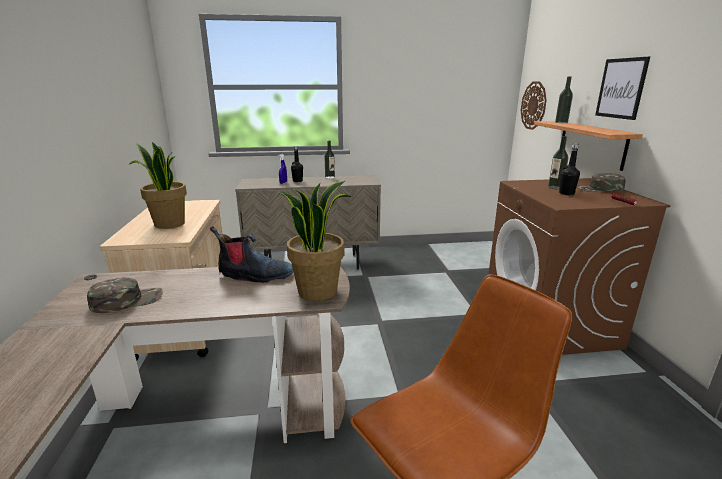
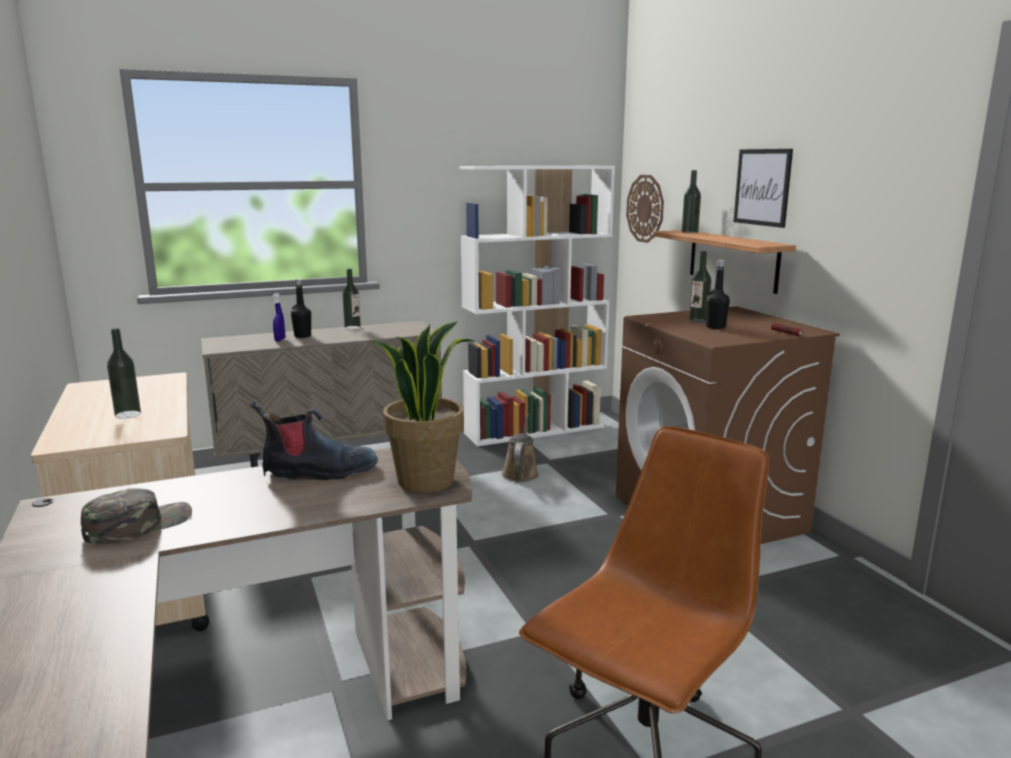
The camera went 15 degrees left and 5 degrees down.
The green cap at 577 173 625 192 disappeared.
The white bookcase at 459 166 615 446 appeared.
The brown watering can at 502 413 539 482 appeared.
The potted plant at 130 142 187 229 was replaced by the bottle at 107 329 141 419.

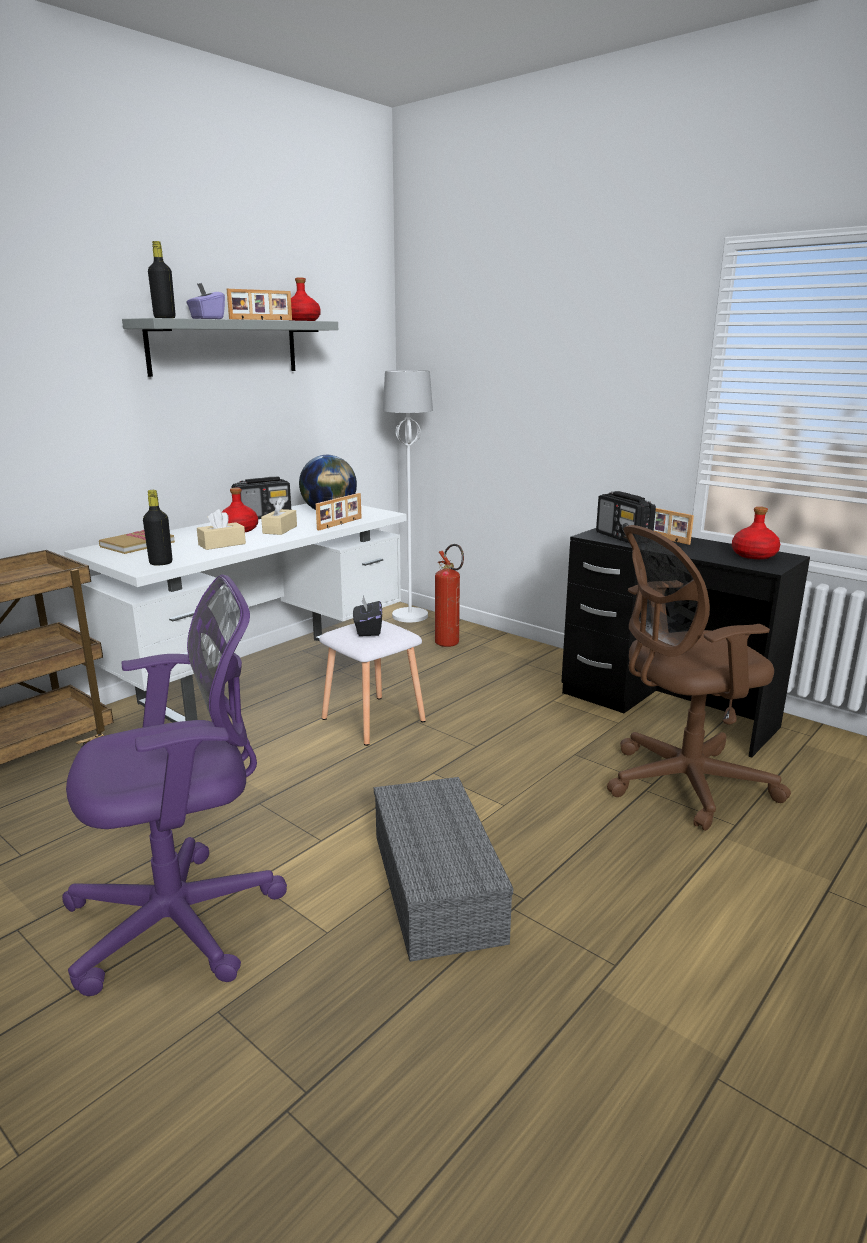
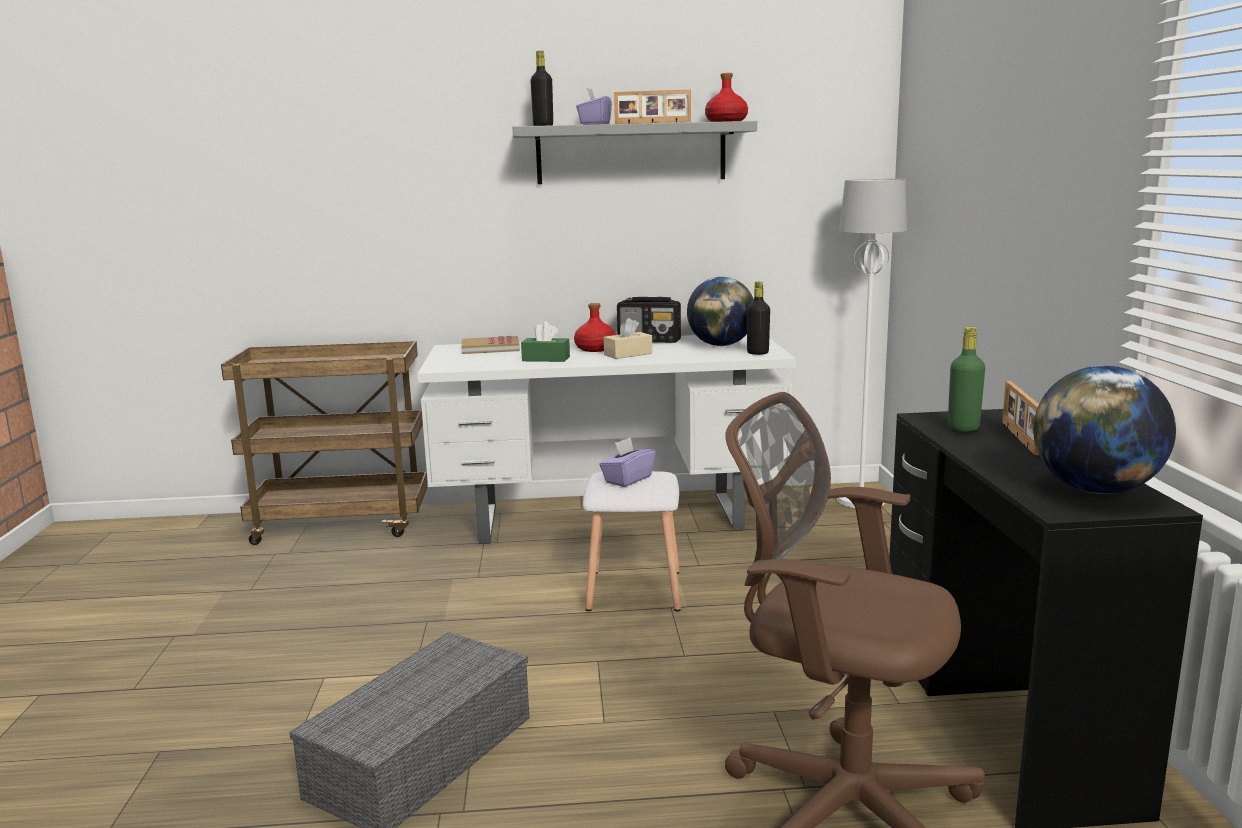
The camera went 45 degrees right and 5 degrees down.
The purple office chair at 62 575 287 996 disappeared.
The picture frame at 316 493 361 530 disappeared.
The fire extinguisher at 435 544 464 647 disappeared.
The black bottle moved from 143 490 172 566 to 747 281 770 355.
The radio at 596 491 656 544 was replaced by the green bottle at 948 327 985 431.
The red bottle at 732 507 780 559 was replaced by the globe at 1033 366 1176 494.
The beige tissue box at 197 509 246 550 became the green tissue box at 521 322 570 362.
The black tissue box at 353 595 382 636 became the purple tissue box at 599 437 656 487.

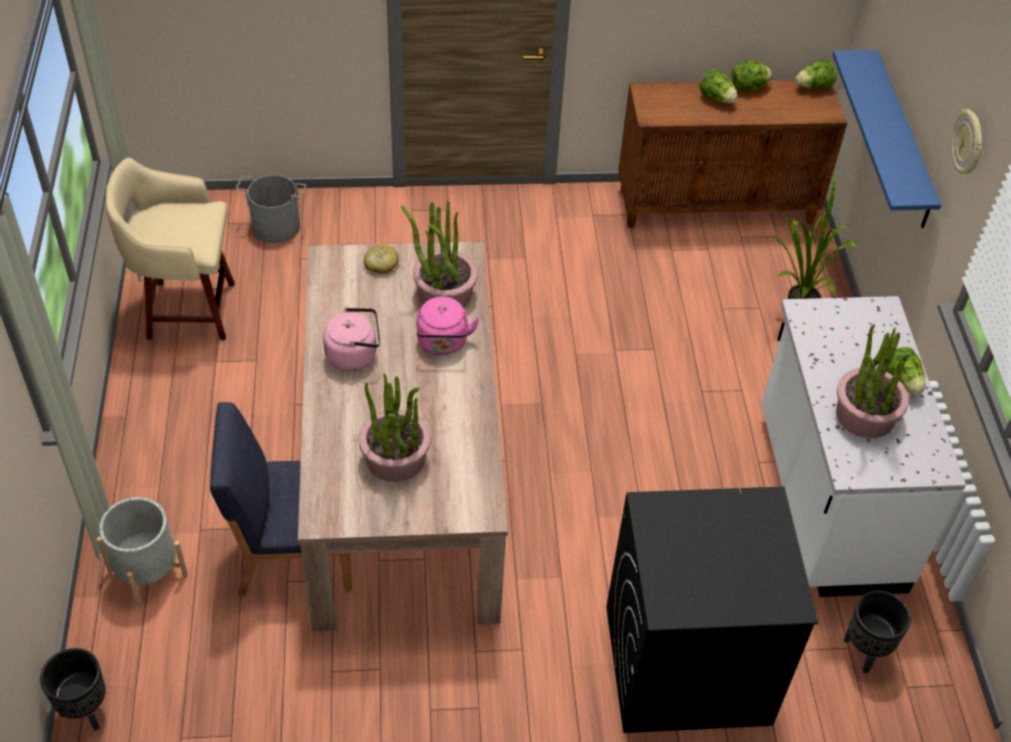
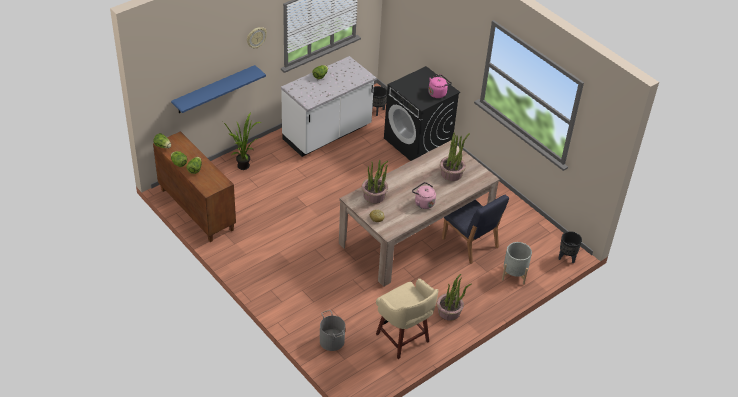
The camera went 125 degrees left and 5 degrees down.
The pink kettle moved from 417 297 480 355 to 428 74 452 98.
The potted plant moved from 836 324 911 439 to 437 274 472 321.

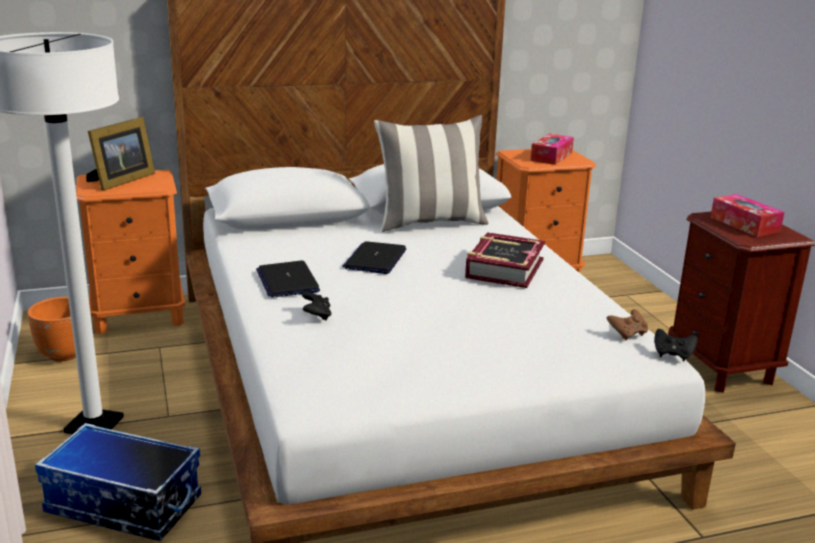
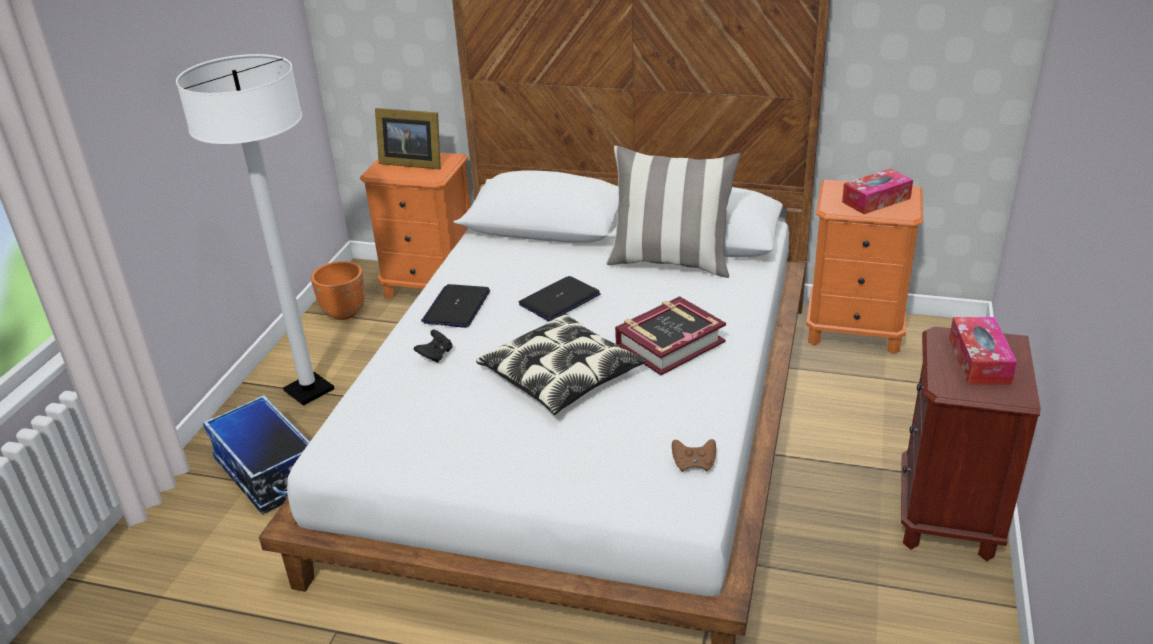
The camera went 35 degrees right and 10 degrees up.
The black game controller at 654 329 698 361 disappeared.
The pillow at 476 314 645 415 appeared.
The picture frame at 86 117 155 191 turned 45 degrees clockwise.

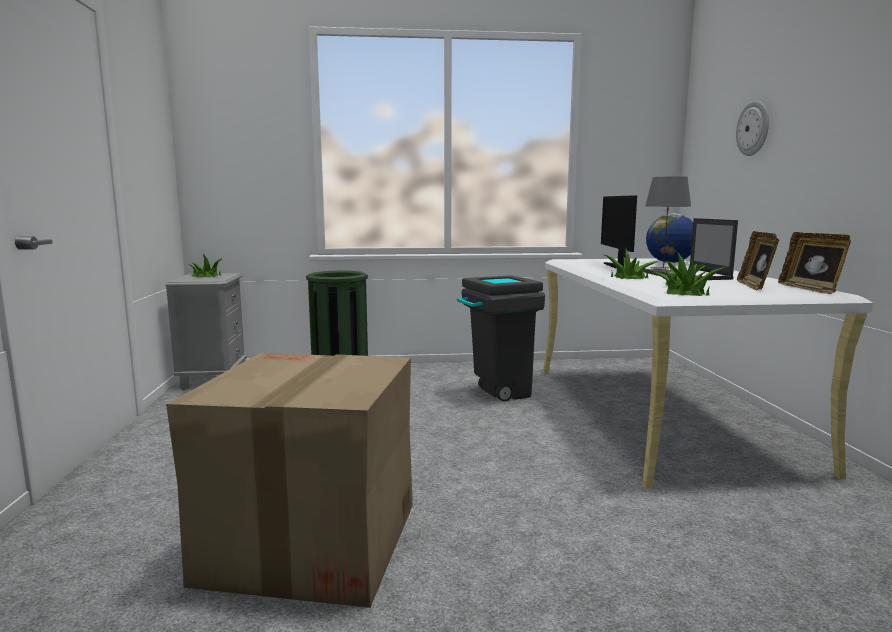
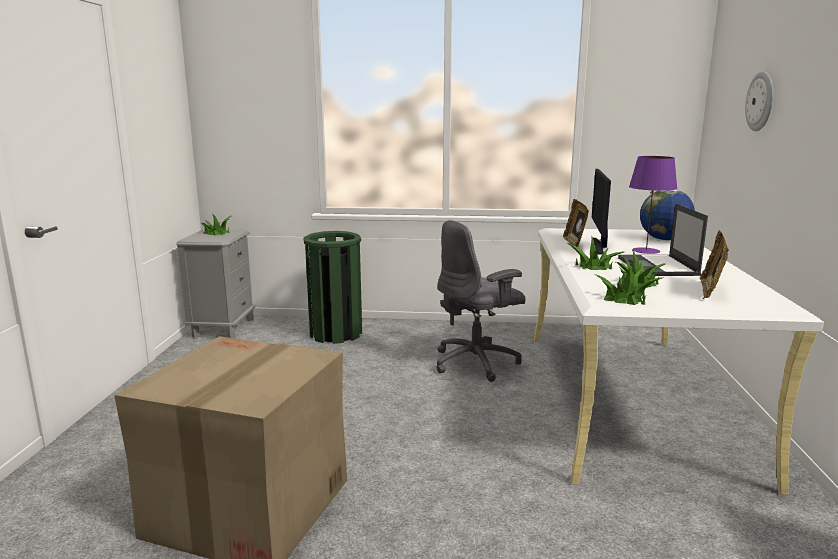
The camera went 10 degrees right and 5 degrees up.
The picture frame moved from 778 232 851 294 to 563 199 589 249.
The grey trash can at 457 275 545 401 was replaced by the grey office chair at 437 220 526 382.
The grey table lamp at 645 176 691 269 became the purple table lamp at 629 156 678 254.

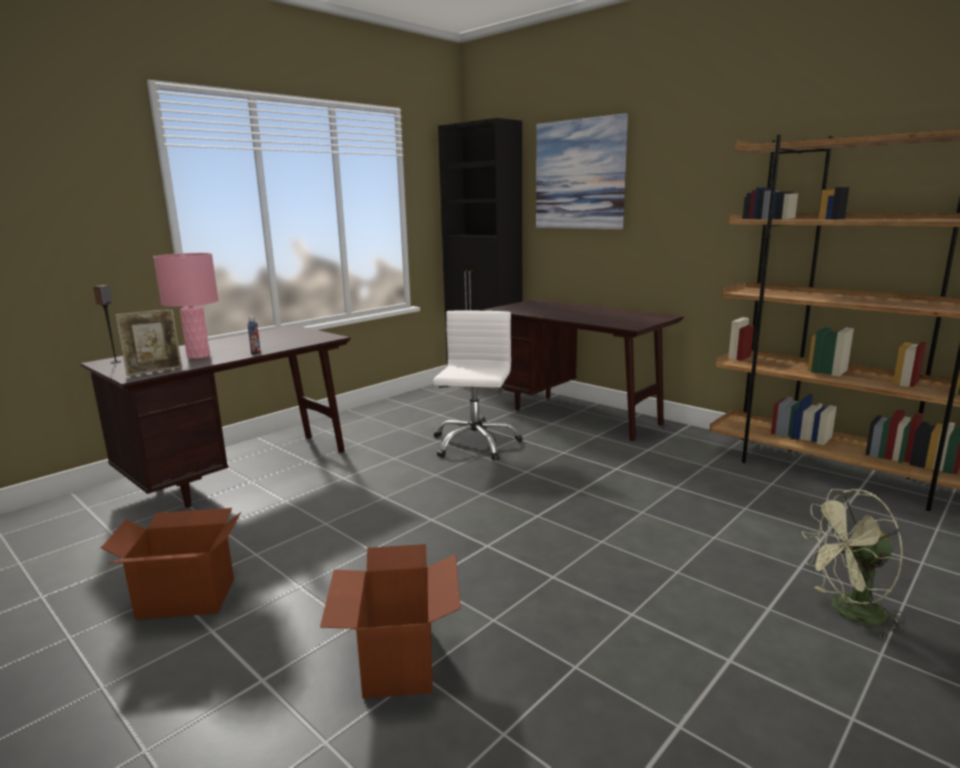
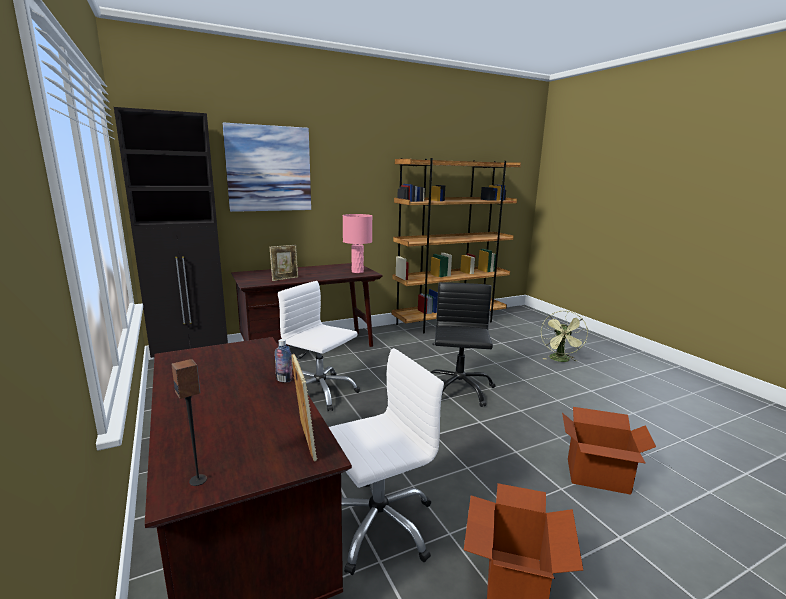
The camera went 70 degrees left and 0 degrees up.
The picture frame at 270 245 298 281 appeared.
The white office chair at 329 348 444 575 appeared.
The black office chair at 431 282 496 407 appeared.
The pink table lamp moved from 153 253 218 359 to 343 214 372 273.

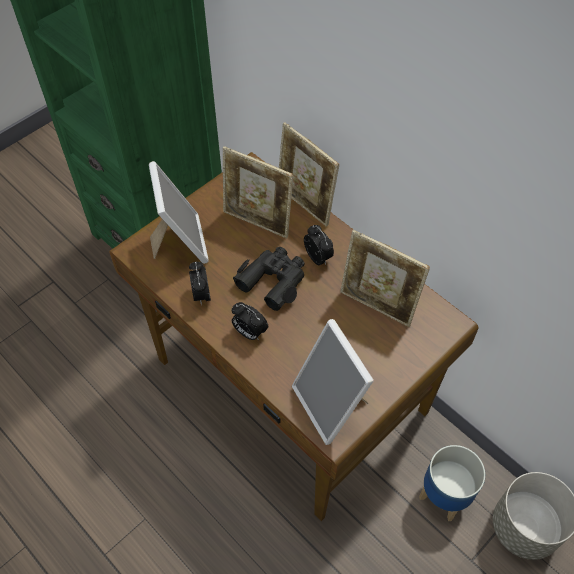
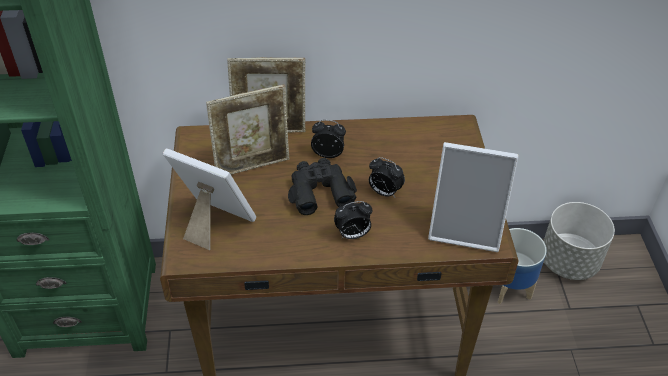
The camera went 50 degrees left and 10 degrees down.
The picture frame at 340 230 430 327 disappeared.
The alarm clock moved from 189 262 211 305 to 369 157 405 197.

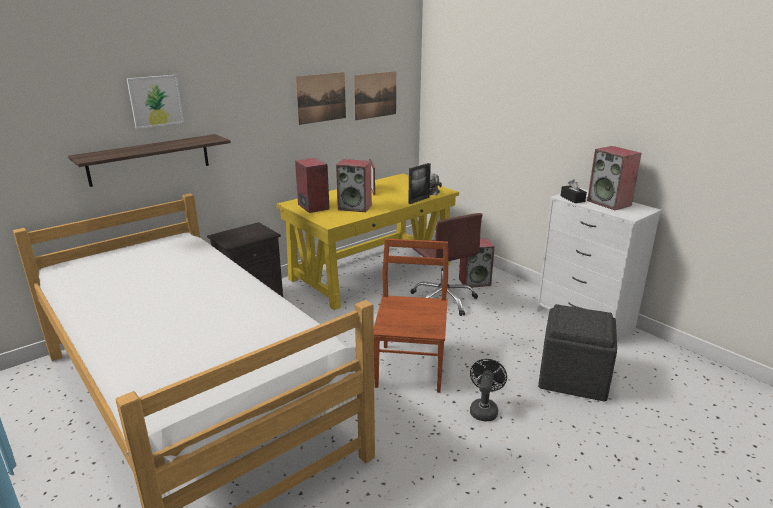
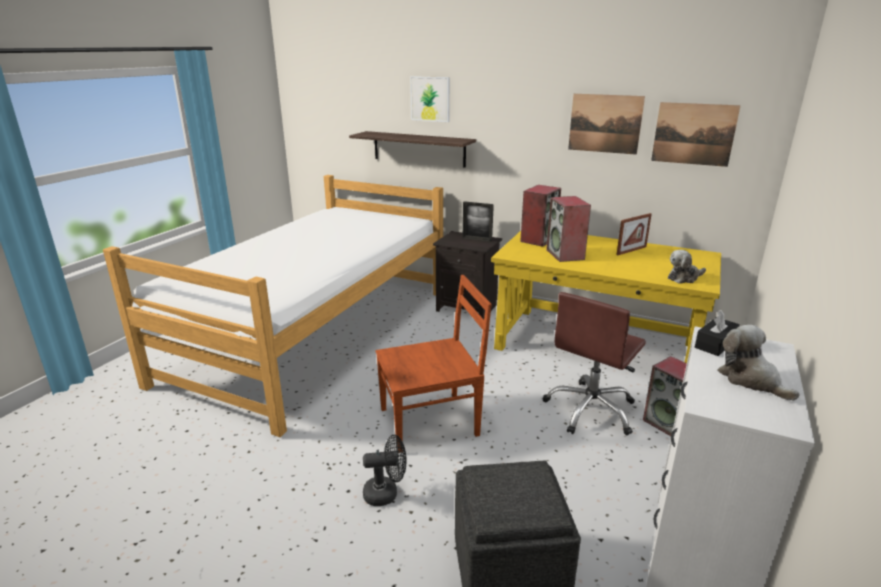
The camera went 65 degrees right and 0 degrees up.
The picture frame moved from 408 163 431 204 to 463 201 494 242.
The speaker at 587 146 642 210 was replaced by the plush toy at 717 325 800 401.

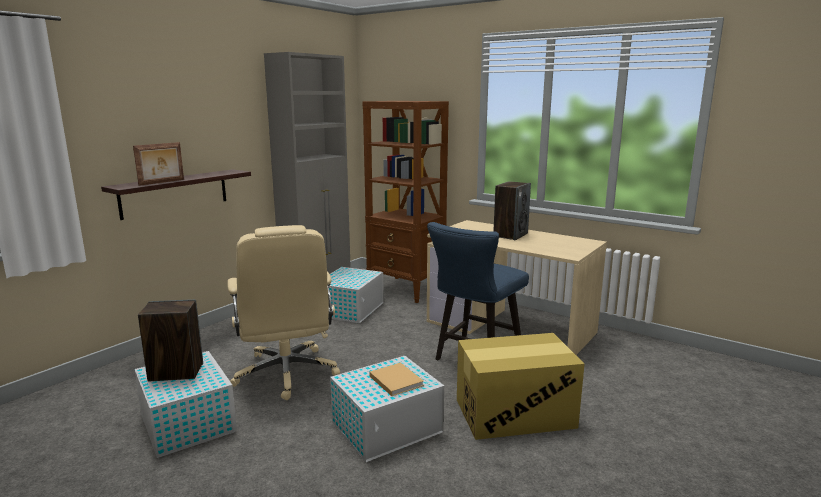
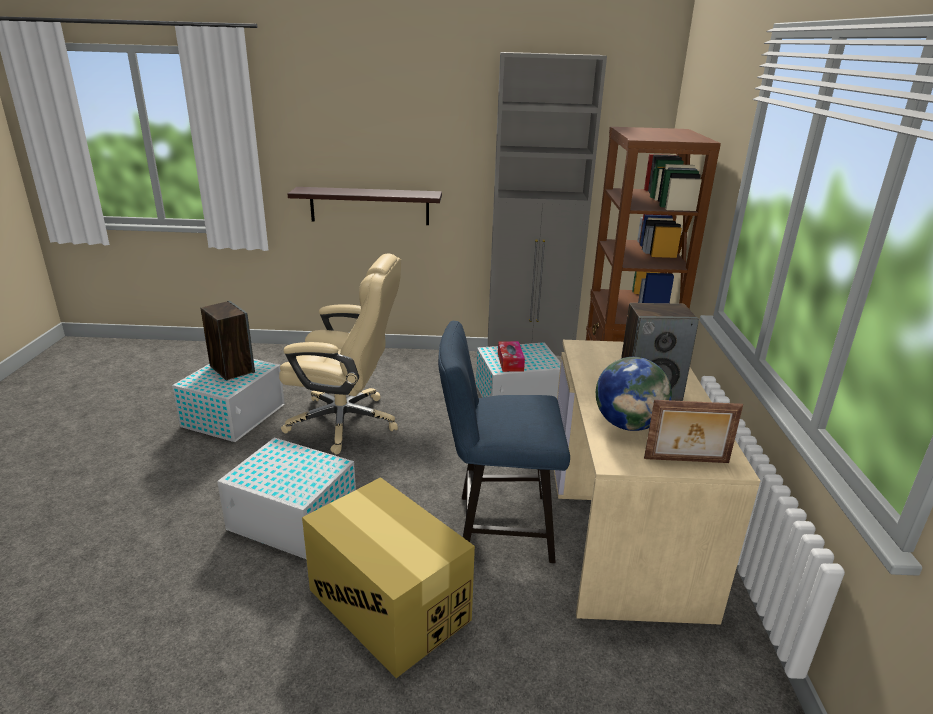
The camera went 55 degrees right and 10 degrees up.
The beige book at 369 362 424 396 disappeared.
The tissue box at 498 341 525 372 appeared.
The globe at 596 357 672 431 appeared.
The picture frame moved from 133 142 184 186 to 644 400 743 463.
The beige office chair at 227 225 340 400 turned 120 degrees counterclockwise.

